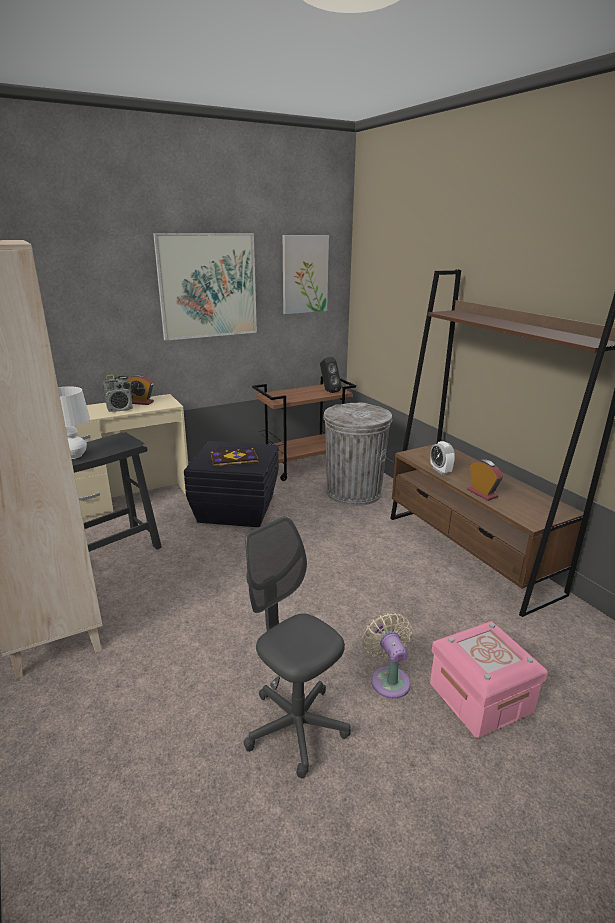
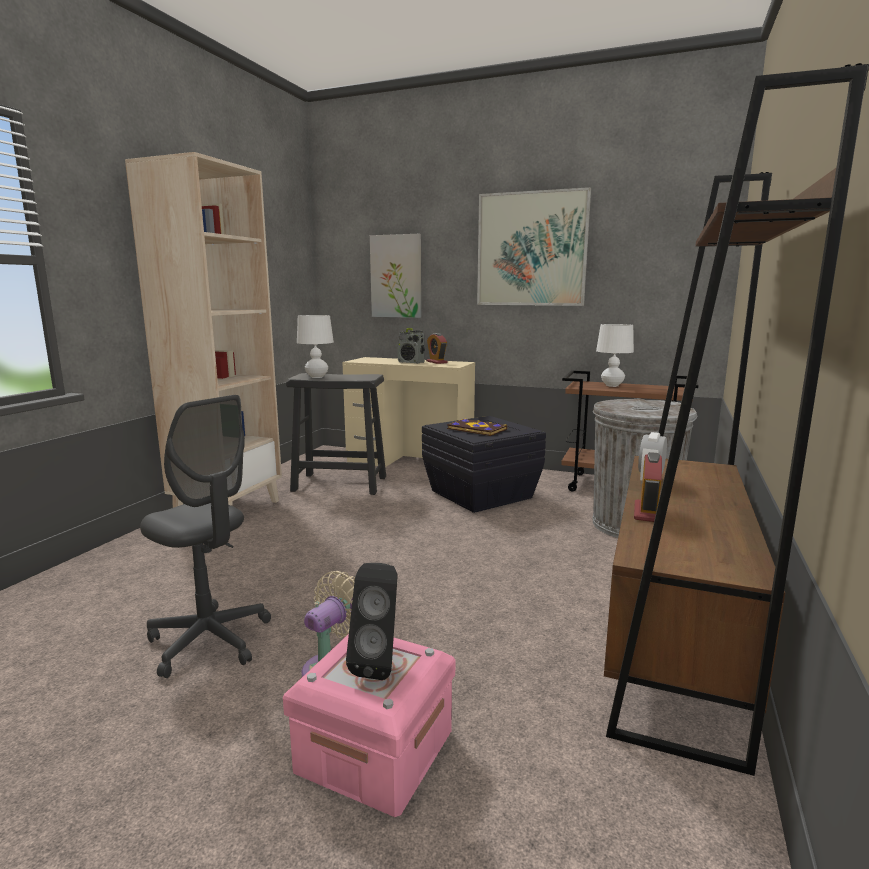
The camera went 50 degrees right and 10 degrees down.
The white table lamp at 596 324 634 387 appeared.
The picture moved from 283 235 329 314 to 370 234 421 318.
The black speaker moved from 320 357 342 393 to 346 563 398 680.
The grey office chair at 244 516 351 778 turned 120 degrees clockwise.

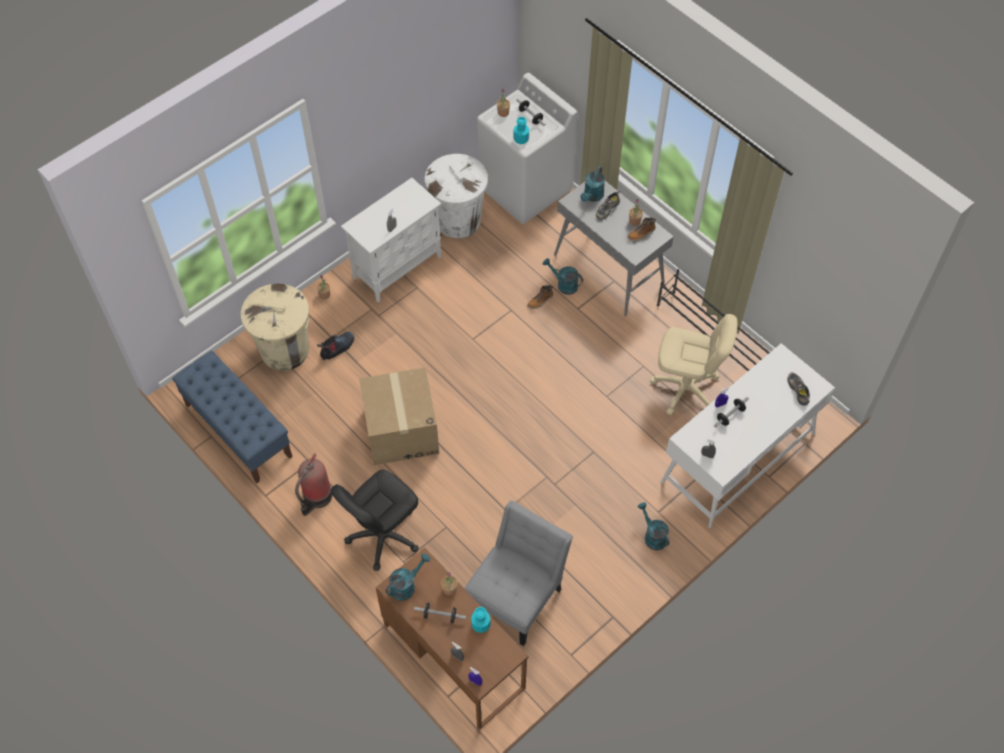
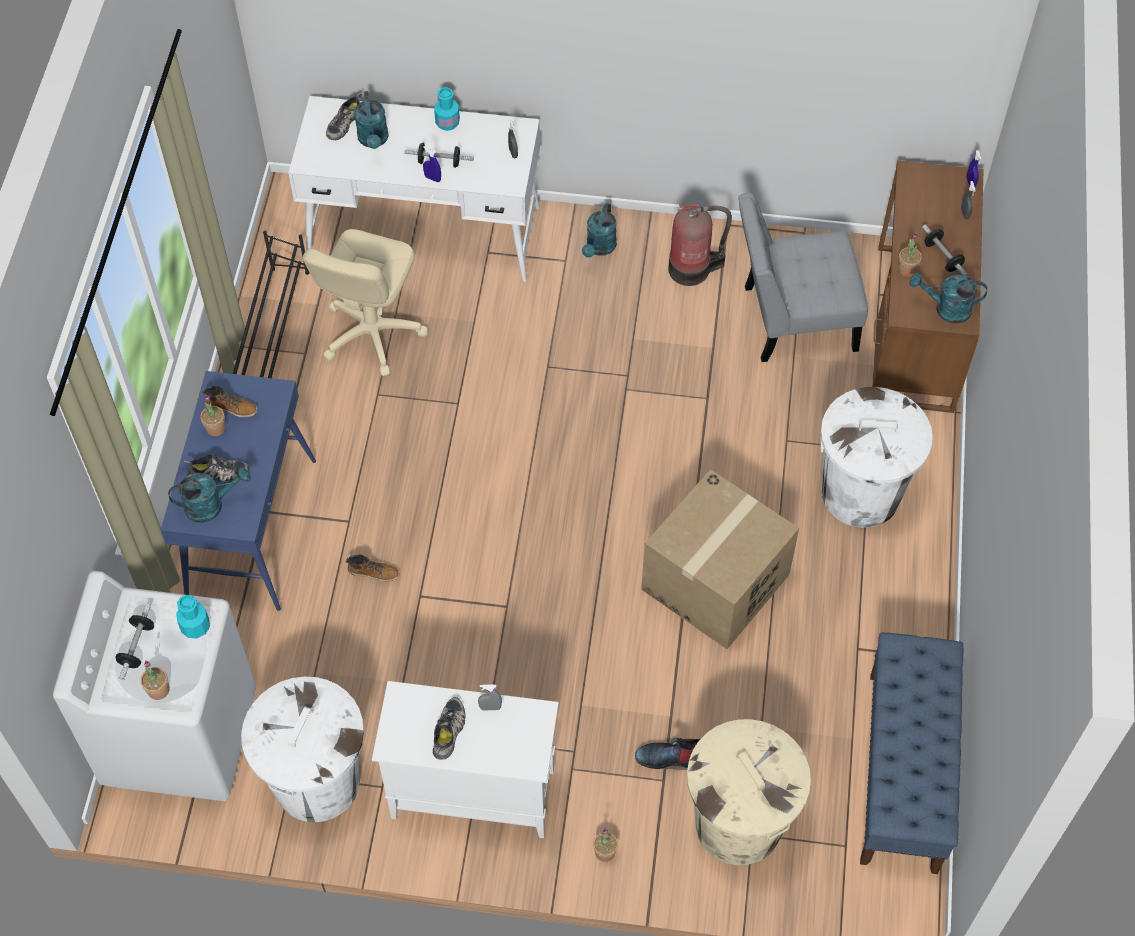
The camera went 130 degrees left and 0 degrees up.
The shoe at 433 697 465 760 appeared.
The fire extinguisher moved from 295 453 332 516 to 668 204 732 286.
The turquoise bottle moved from 471 607 490 633 to 434 87 460 131.
The turquoise watering can moved from 543 258 583 295 to 354 91 389 149.
The black office chair at 331 470 419 571 was replaced by the white trash can at 821 387 933 528.
The grey console table at 554 181 674 317 became the blue console table at 161 371 316 611.
The beige office chair at 650 314 737 415 turned 135 degrees counterclockwise.

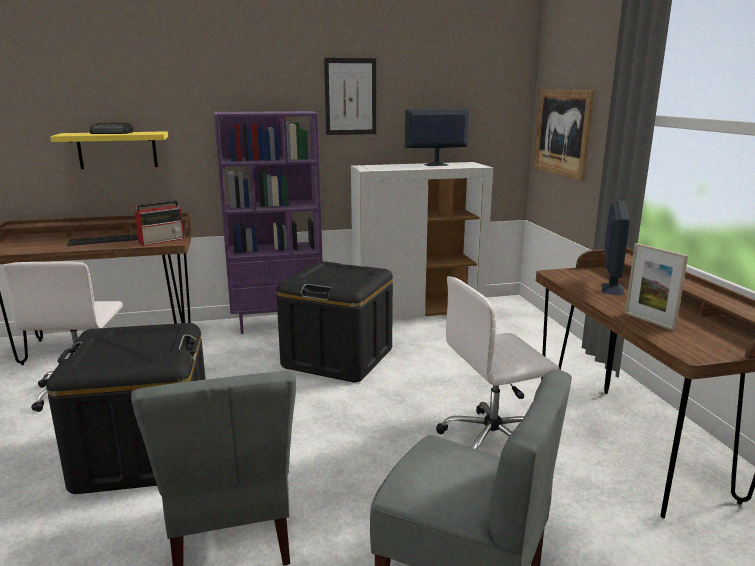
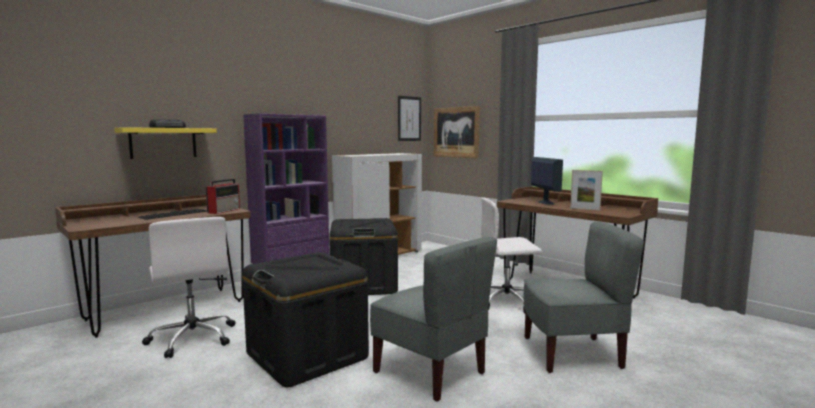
The camera went 30 degrees left and 10 degrees down.
The monitor at 405 109 470 166 disappeared.
The picture moved from 324 58 376 135 to 398 96 421 141.
The white office chair at 436 276 560 450 turned 45 degrees clockwise.

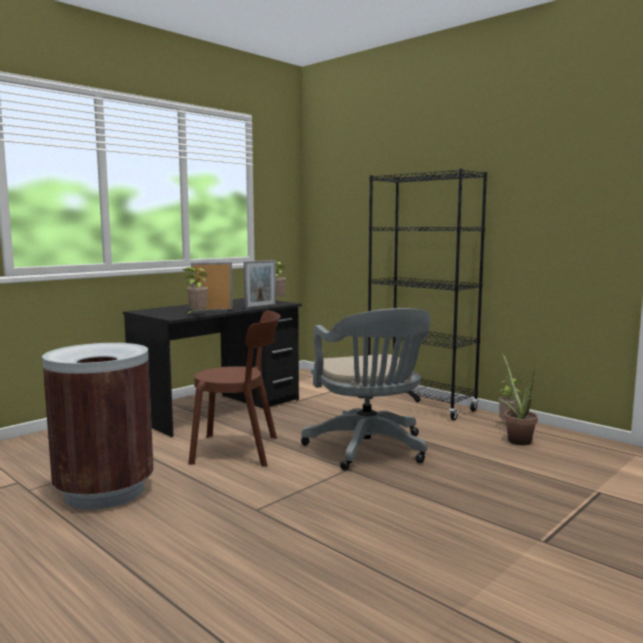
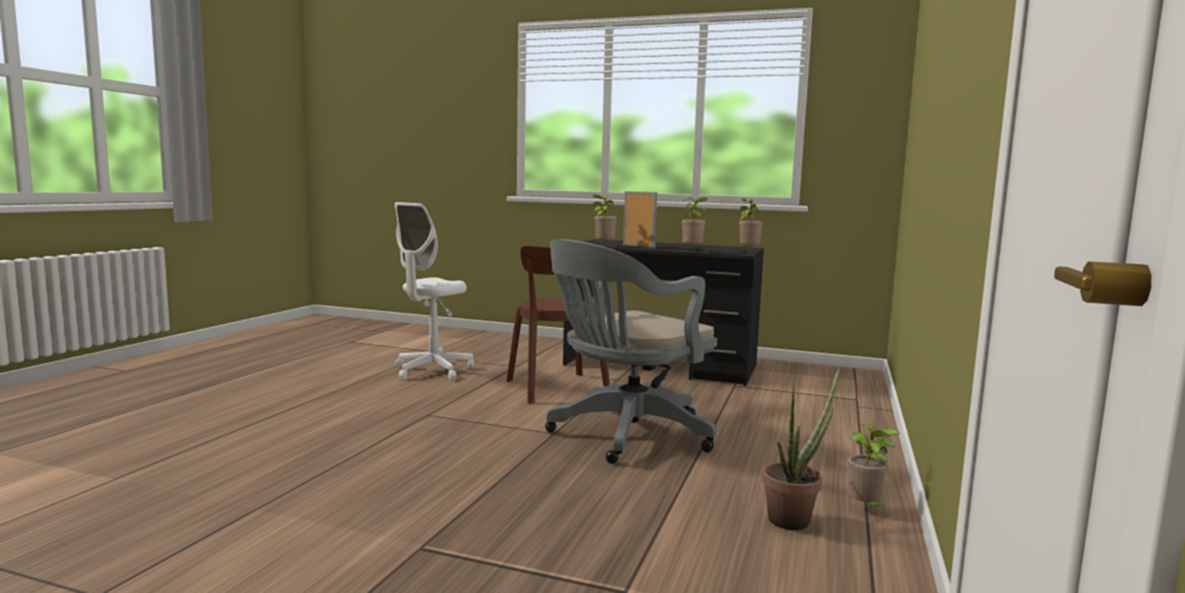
The camera went 65 degrees right and 0 degrees up.
The black bookcase at 368 169 487 420 disappeared.
The brown trash can at 42 343 154 509 was replaced by the white office chair at 394 202 474 380.
The picture frame at 244 260 276 309 was replaced by the potted plant at 682 197 707 249.

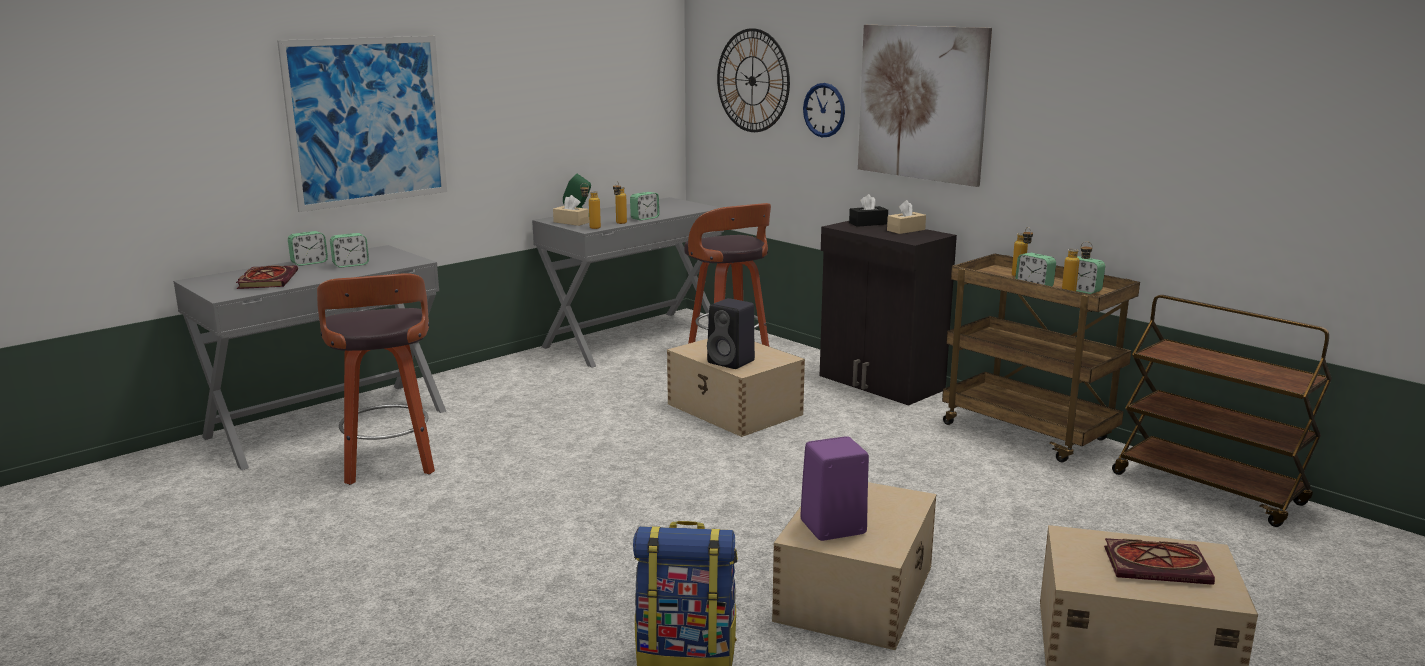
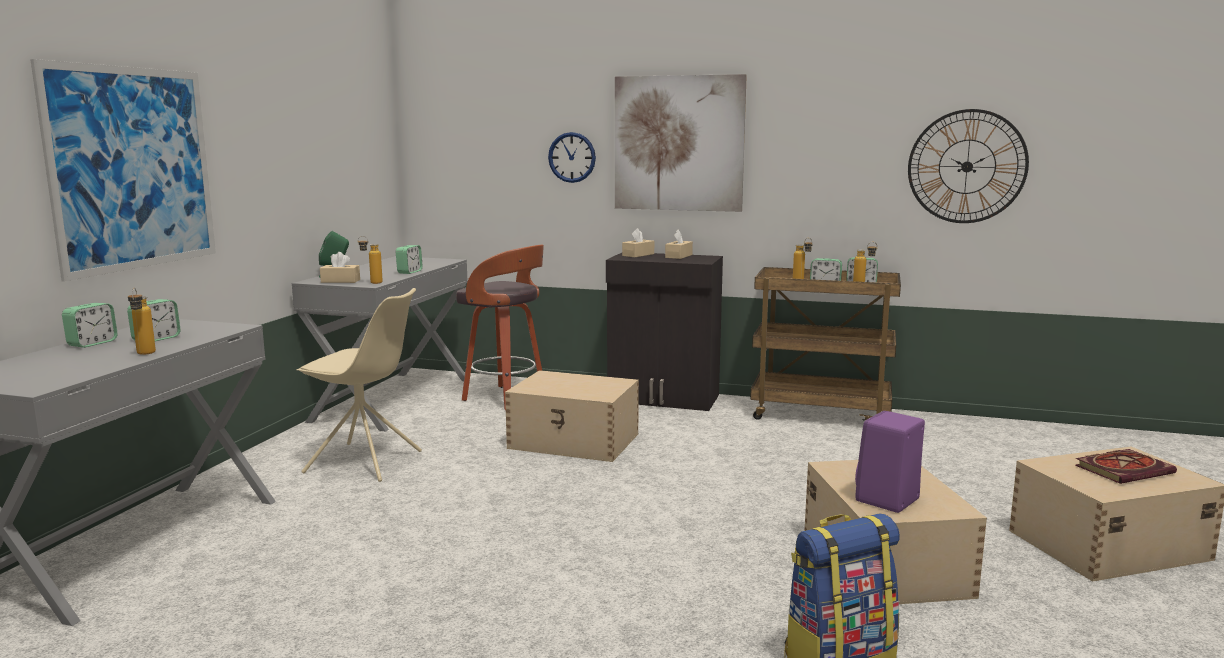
The camera went 30 degrees left and 5 degrees down.
The book at 236 265 298 289 disappeared.
The stool at 317 273 435 485 disappeared.
The black speaker at 707 298 755 369 disappeared.
The brown cart at 1112 295 1332 527 disappeared.
The beige chair at 297 288 422 482 appeared.
The bottle moved from 613 181 627 224 to 128 288 156 355.
The wall clock moved from 717 28 790 132 to 908 109 1029 223.
The black tissue box at 849 194 888 227 became the beige tissue box at 622 228 654 257.

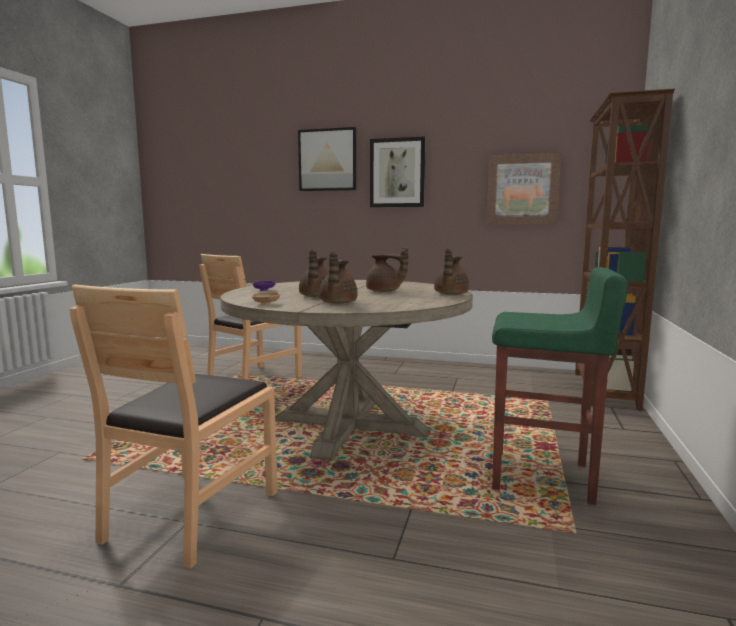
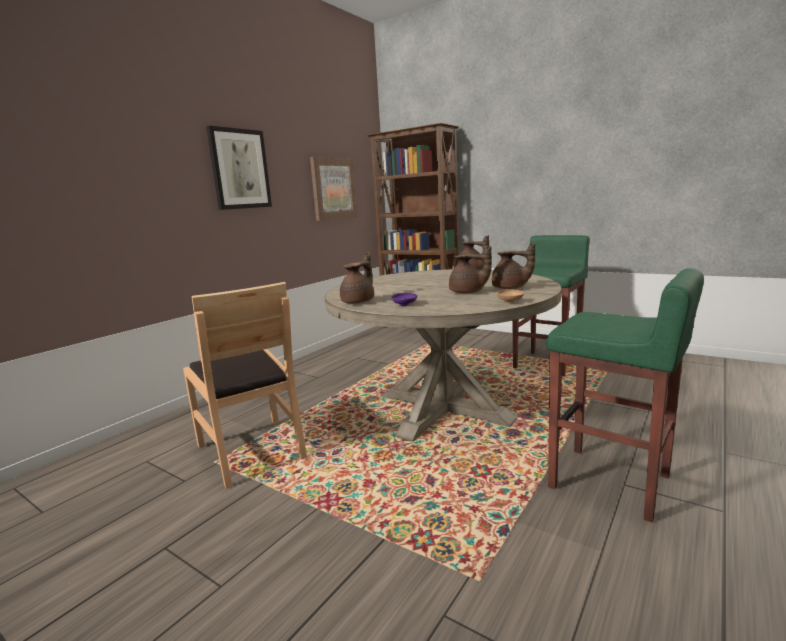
The camera went 70 degrees left and 5 degrees up.
The picture at 298 127 356 191 disappeared.
The brown teapot moved from 366 247 408 292 to 340 252 374 303.
The brown chair at 70 285 278 569 was replaced by the green stool at 546 268 704 523.

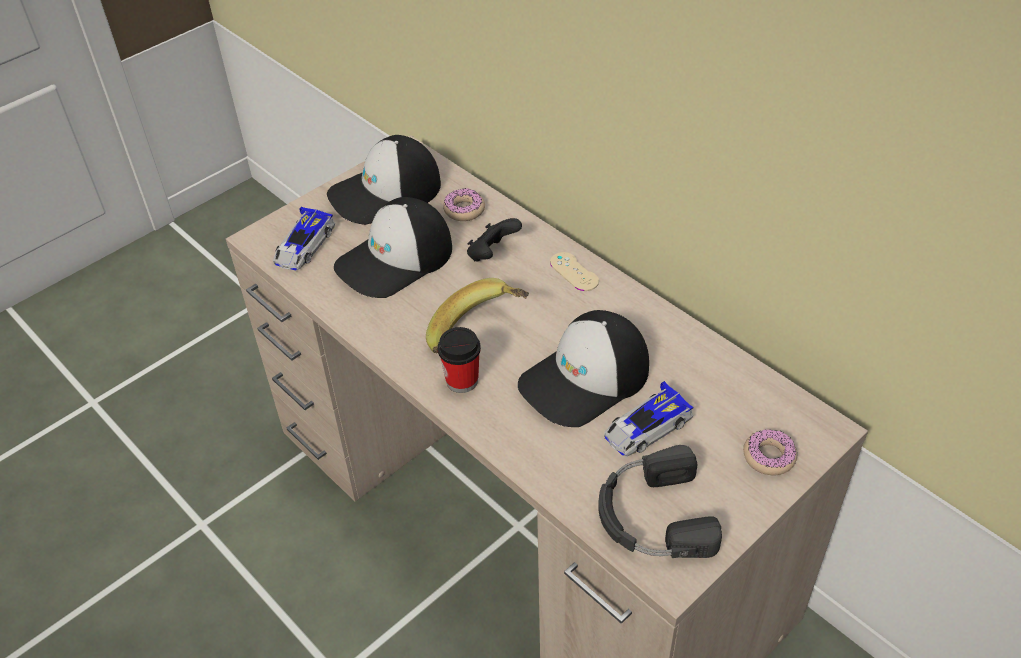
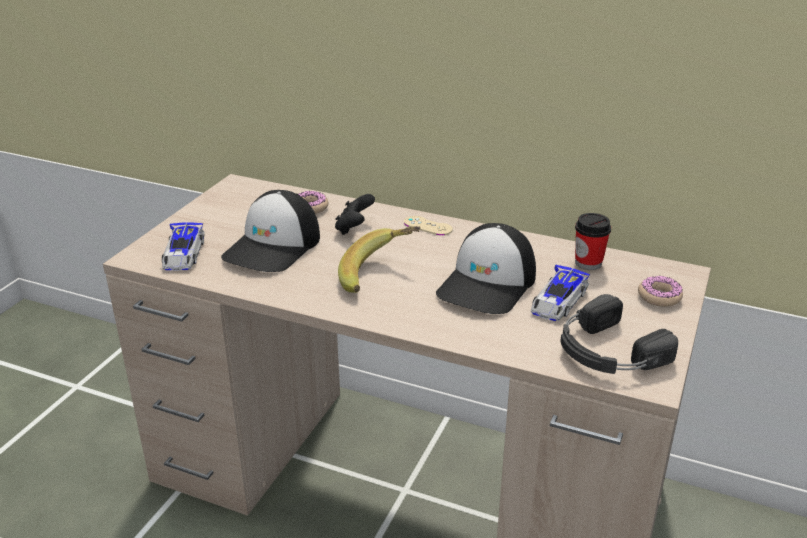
The camera went 25 degrees left and 15 degrees down.
The cap at 327 135 441 225 disappeared.
The cup moved from 438 327 481 393 to 575 213 611 270.

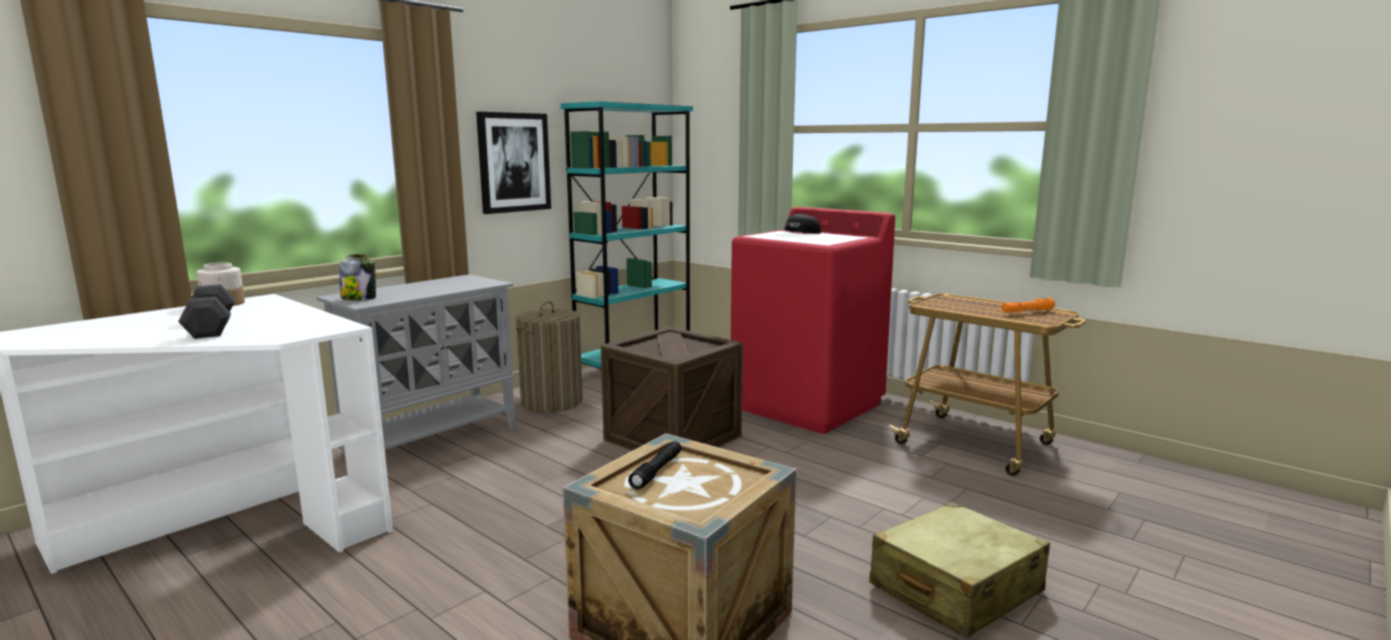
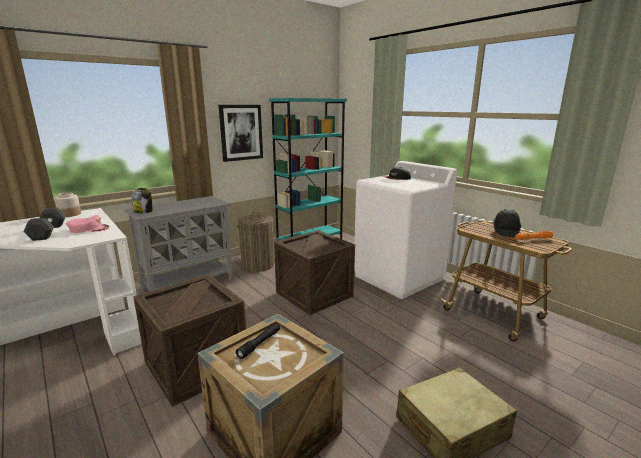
The camera went 10 degrees right and 5 degrees up.
The pink cap at 66 215 110 233 appeared.
The crate at 133 274 246 407 appeared.
The black hard hat at 493 209 521 237 appeared.
The red washing machine at 731 207 895 434 became the white washing machine at 354 161 457 299.

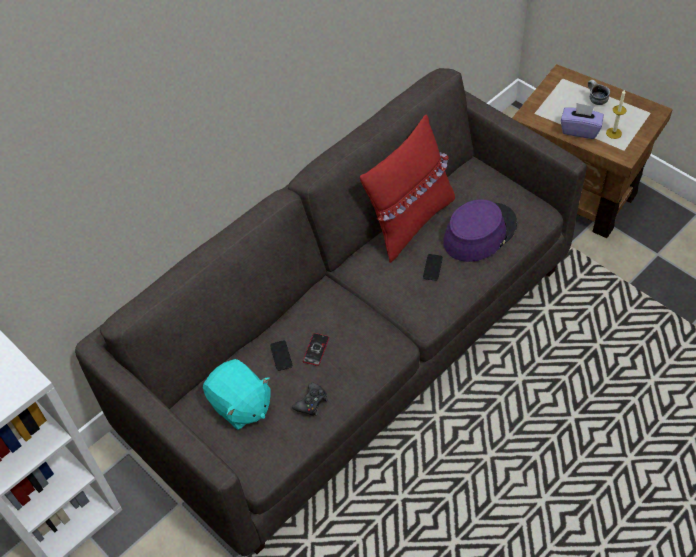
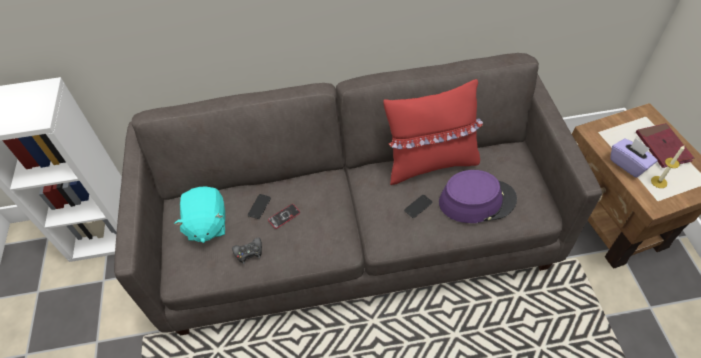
The camera went 35 degrees right and 0 degrees up.
The mug at 588 80 610 105 was replaced by the red book at 636 123 694 168.

